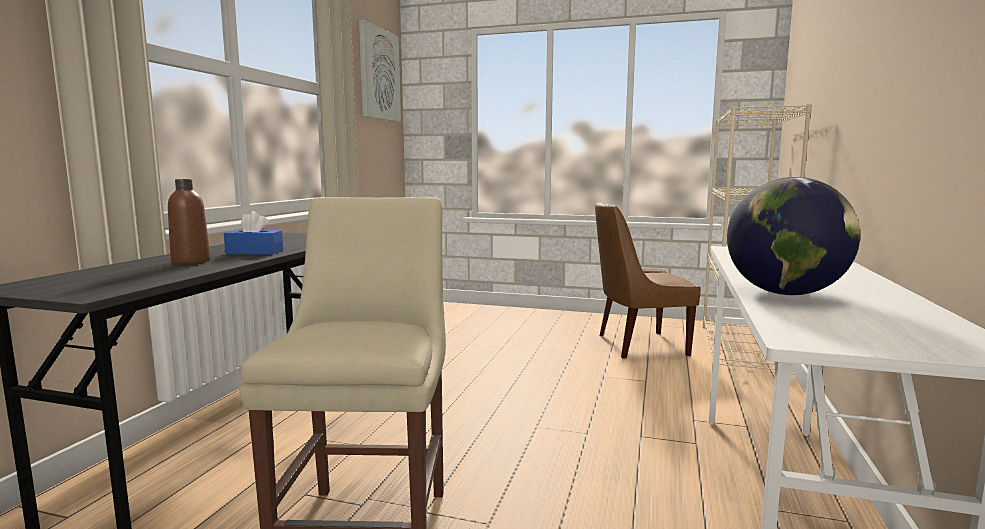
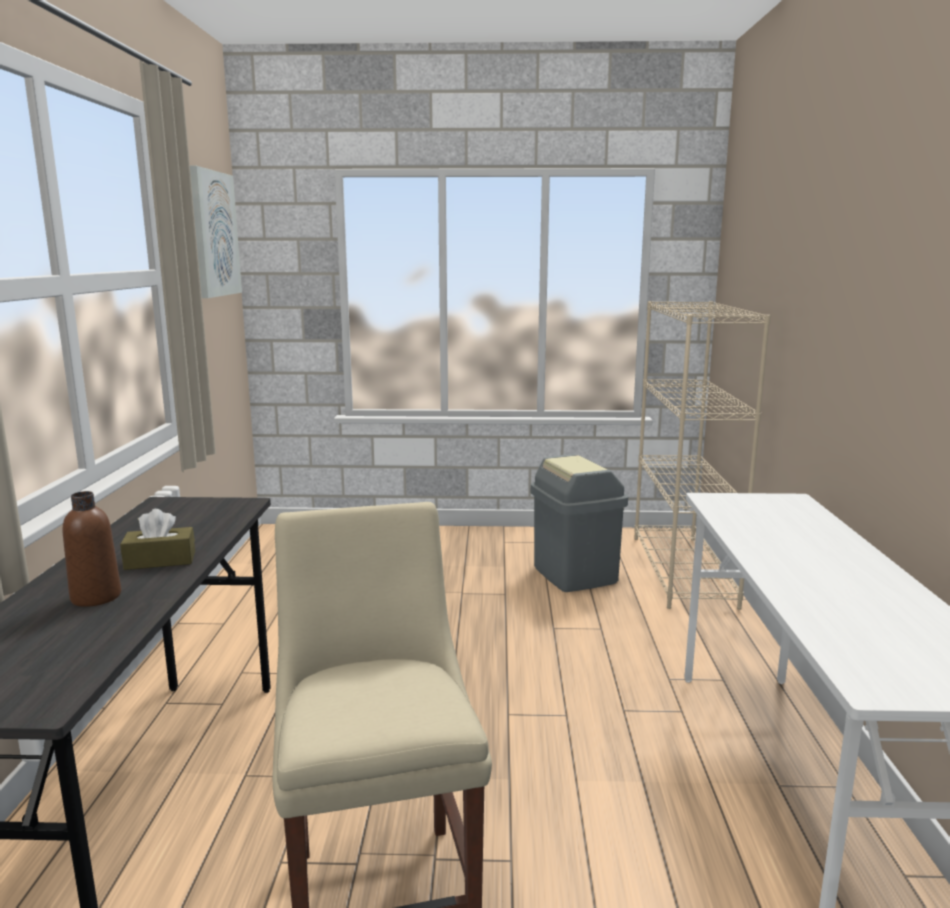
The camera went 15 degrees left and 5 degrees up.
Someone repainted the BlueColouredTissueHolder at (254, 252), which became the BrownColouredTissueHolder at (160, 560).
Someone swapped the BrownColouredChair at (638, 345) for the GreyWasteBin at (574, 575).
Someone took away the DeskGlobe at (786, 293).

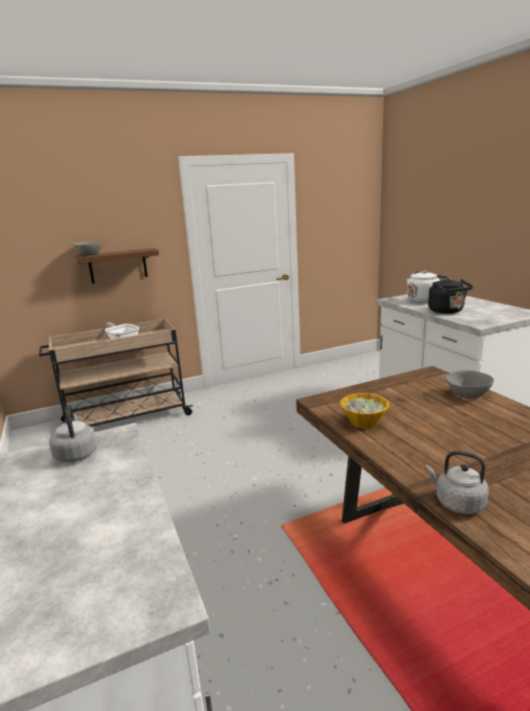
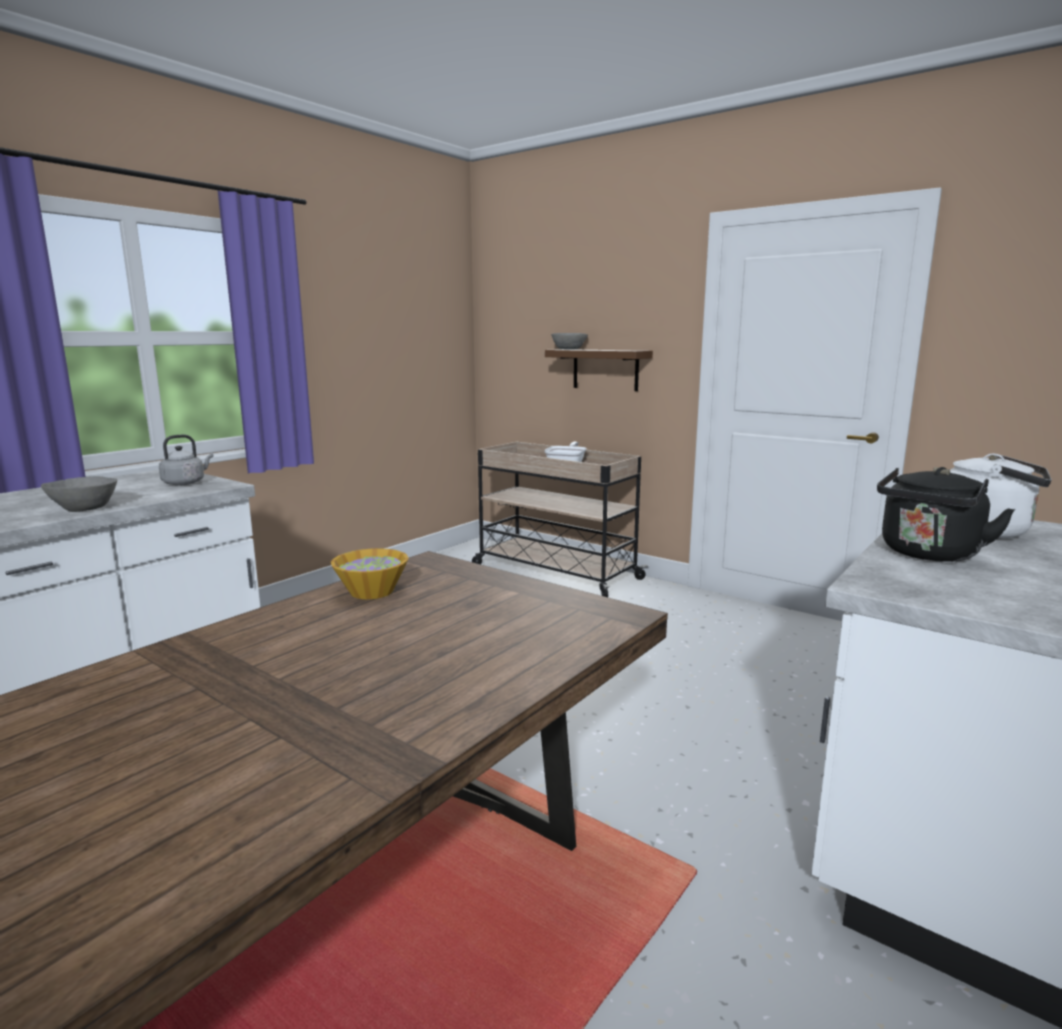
The camera went 60 degrees right and 5 degrees down.
Someone carried the GreyDeepDish from (467, 395) to (85, 508).
Someone took away the GreyWaterKettle at (457, 503).

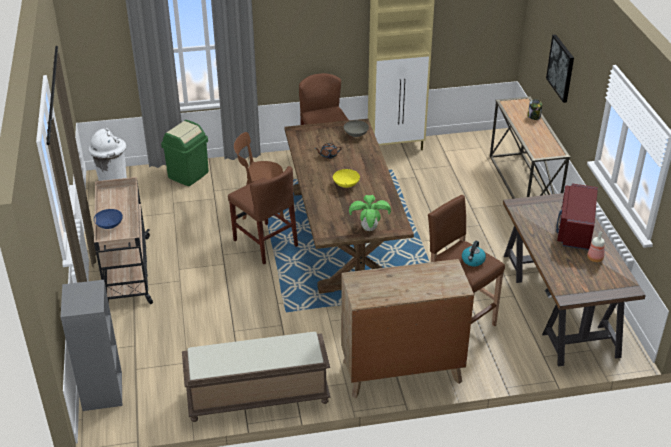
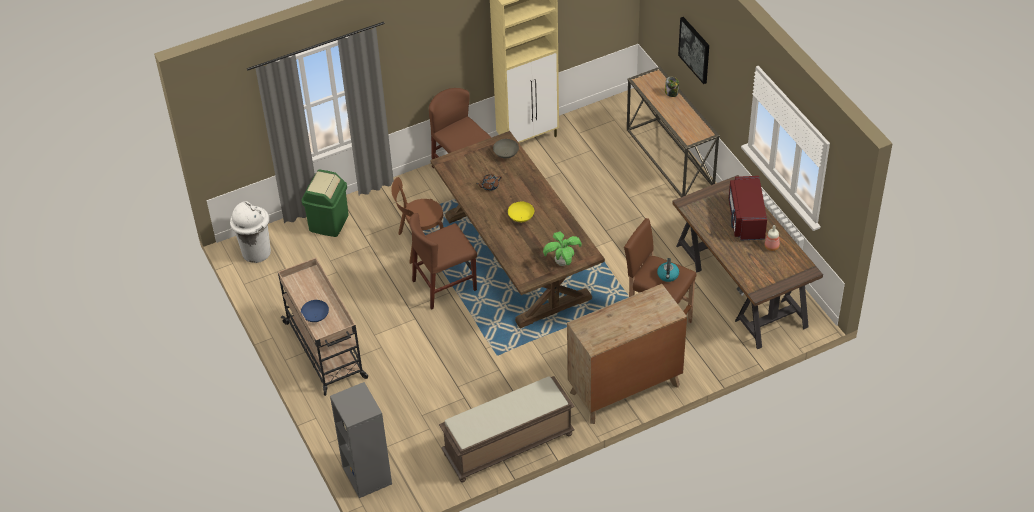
The camera went 15 degrees left and 10 degrees up.
Someone rotated the BrownColouredChair at (265, 243) by 120 degrees clockwise.

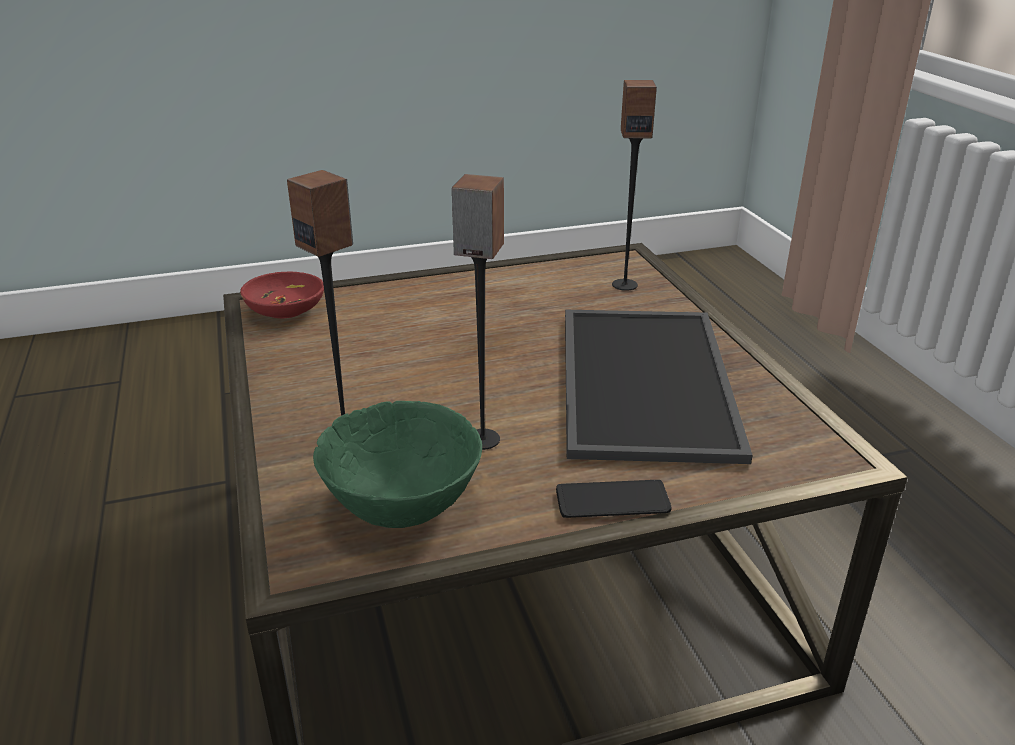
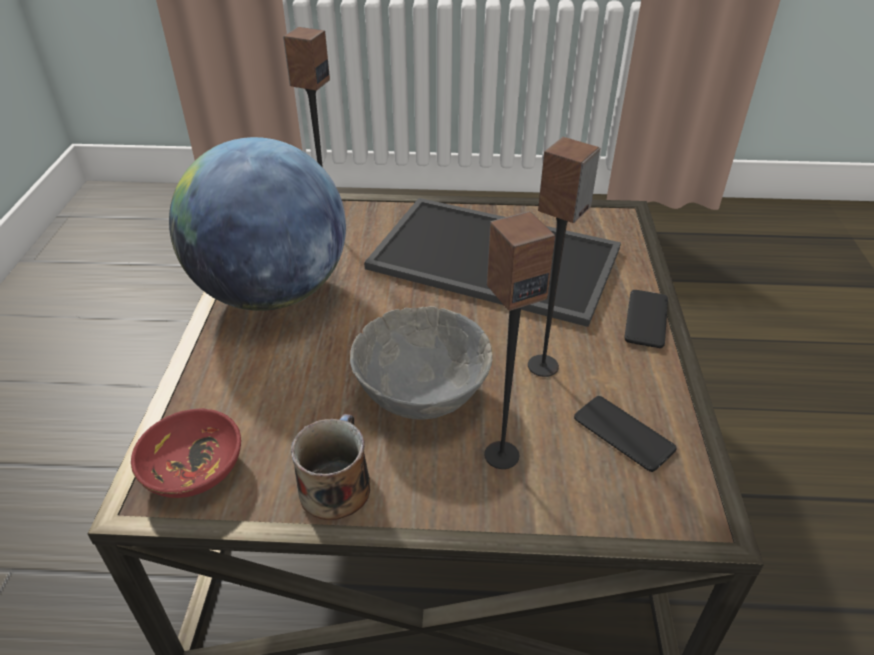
The camera went 70 degrees left and 10 degrees up.
Someone put down the DeskGlobe at (272, 292).
Someone put down the TeaMug at (335, 485).
Someone put down the GreyDeepDish at (423, 395).
Someone swapped the GreenishDeepDish at (403, 504) for the Phone at (623, 433).

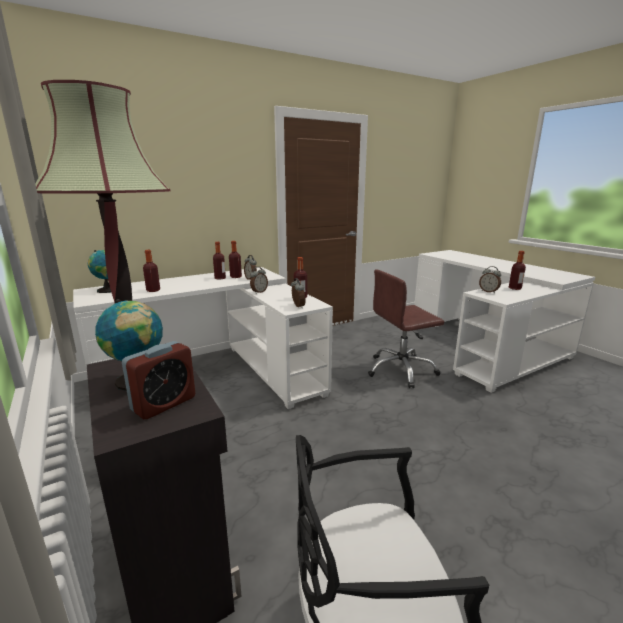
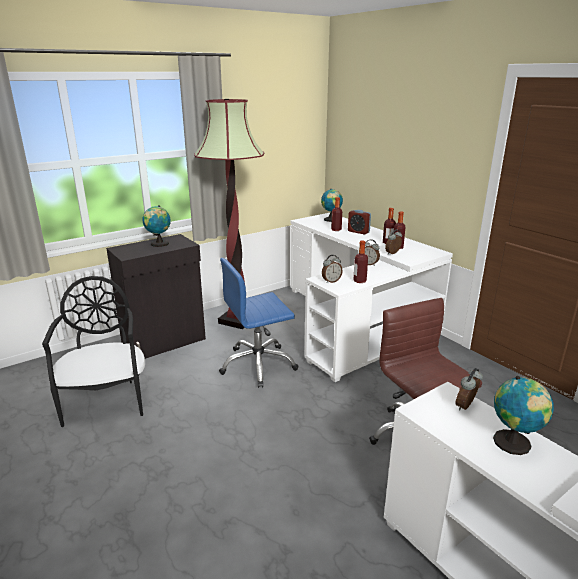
The camera went 85 degrees right and 5 degrees up.
Someone put down the BlueColouredComputerChair at (258, 365).
Someone carried the TableClock from (164, 404) to (358, 232).
Someone swapped the DrinkBottle at (515, 288) for the DeskGlobe at (514, 444).

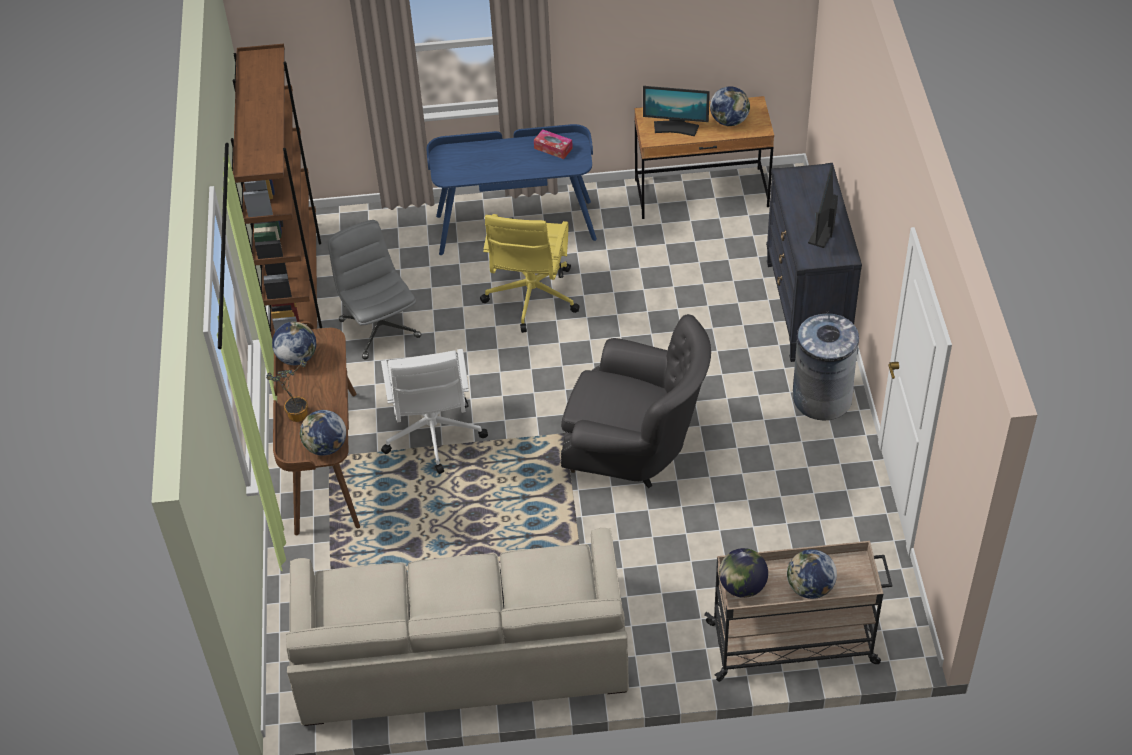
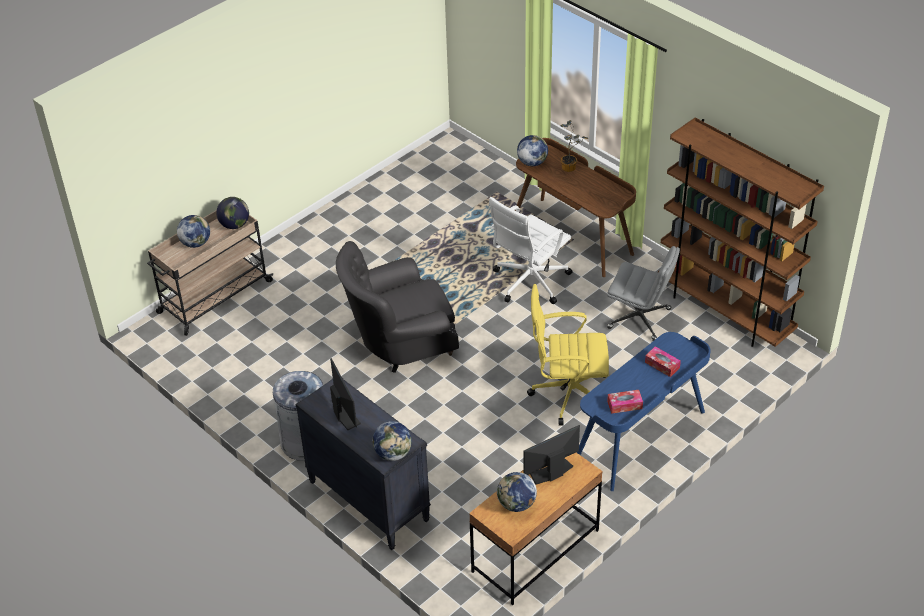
The camera went 140 degrees right and 5 degrees down.
Someone carried the DeskGlobe from (297, 357) to (393, 453).
Someone rotated the WhiteComputerChair at (433, 435) by 90 degrees counterclockwise.
Someone rotated the YellowComputerChair at (531, 298) by 60 degrees counterclockwise.
Someone put down the TissueHolder at (662, 365).
Someone took away the SandColouredCouch at (460, 649).

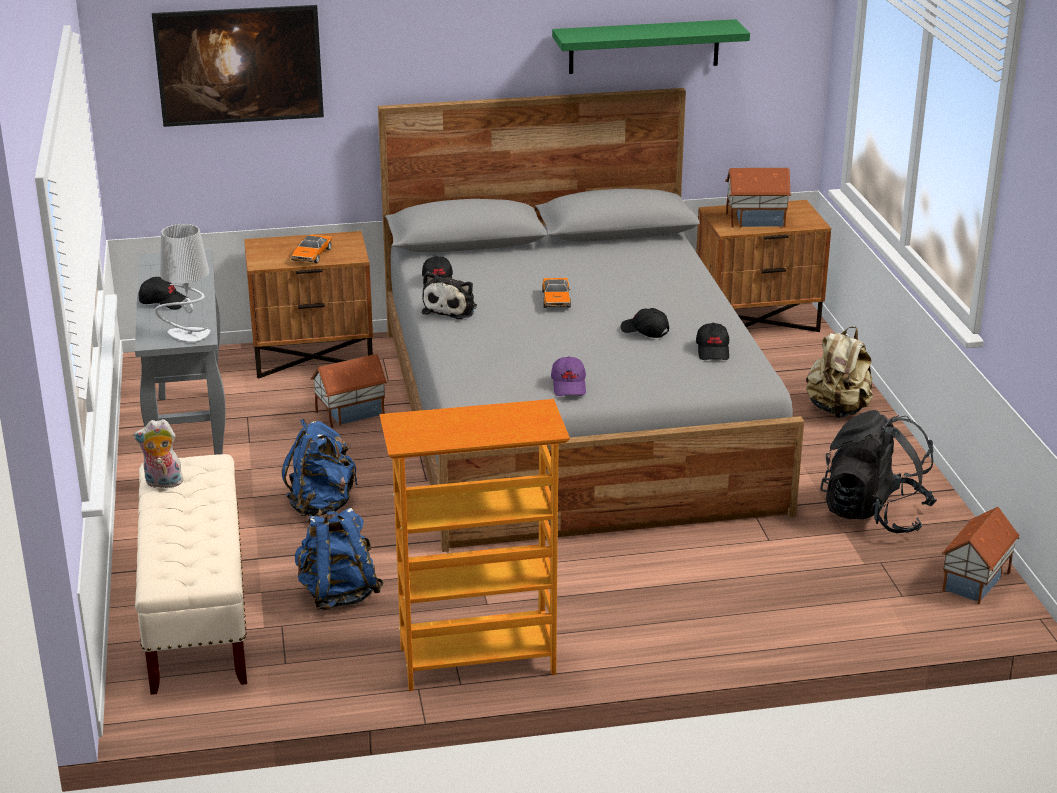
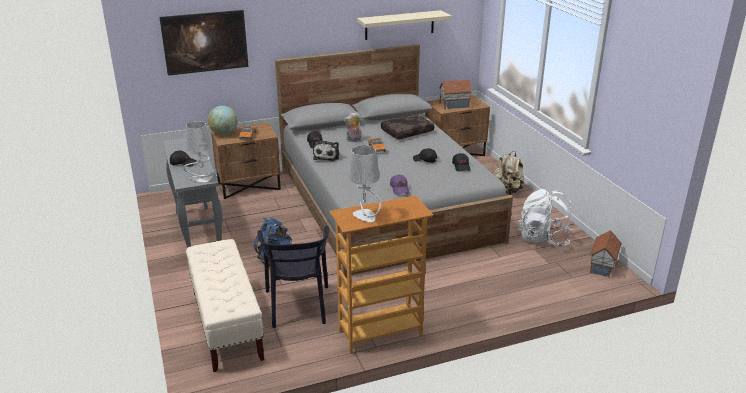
The camera went 10 degrees left and 0 degrees up.
Someone put down the DeskGlobe at (224, 133).
Someone swapped the BlueColouredKnapsack at (338, 594) for the BlackColouredChair at (298, 306).
Someone carried the CuddlyToy from (162, 483) to (353, 140).
Someone put down the GreyLampForATable at (365, 216).
Someone repainted the GreenishBracketShelf at (644, 46), which became the SandColouredBracketShelf at (399, 25).
Someone put down the BrownColouredCushion at (407, 132).
Someone repainted the BlackColouredKnapsack at (874, 514), which became the WhiteKnapsack at (543, 239).
Someone took away the ModelHouse at (349, 413).

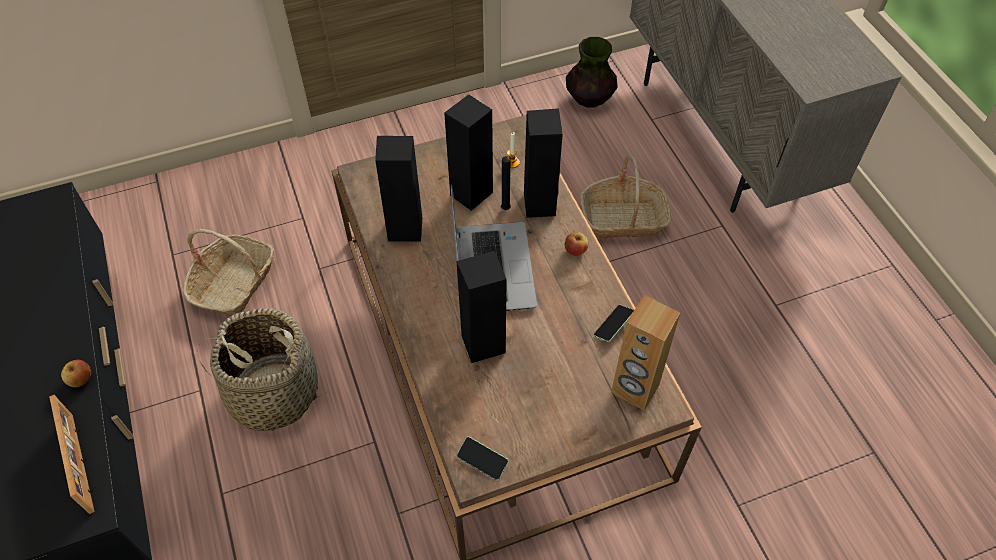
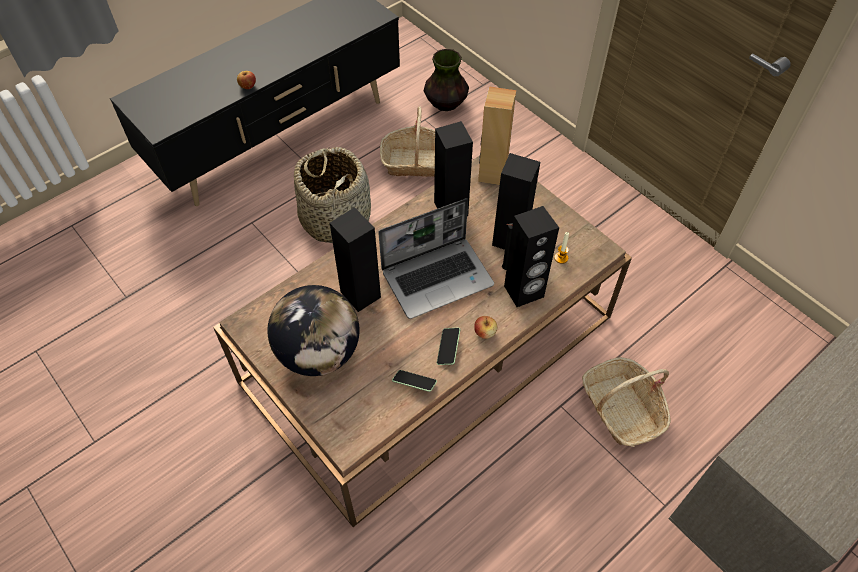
The camera went 70 degrees right and 0 degrees up.
Someone put down the DeskGlobe at (319, 353).
Someone carried the FlowerVase from (589, 99) to (445, 103).
Someone carried the Phone from (482, 461) to (448, 349).
Someone carried the BrownColouredLoudspeaker from (634, 389) to (492, 173).
Someone took away the StandingFrame at (82, 462).

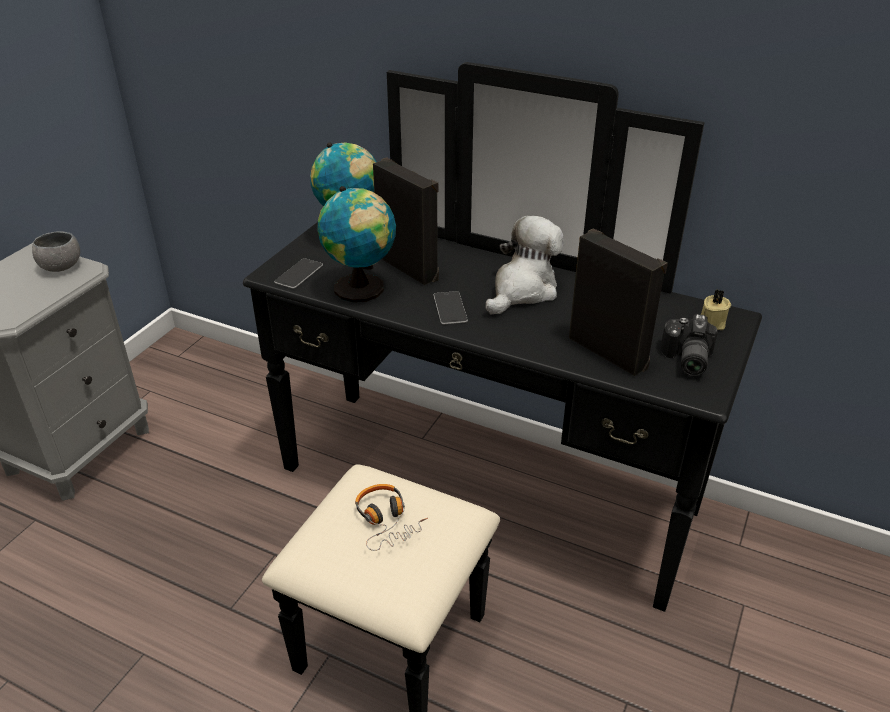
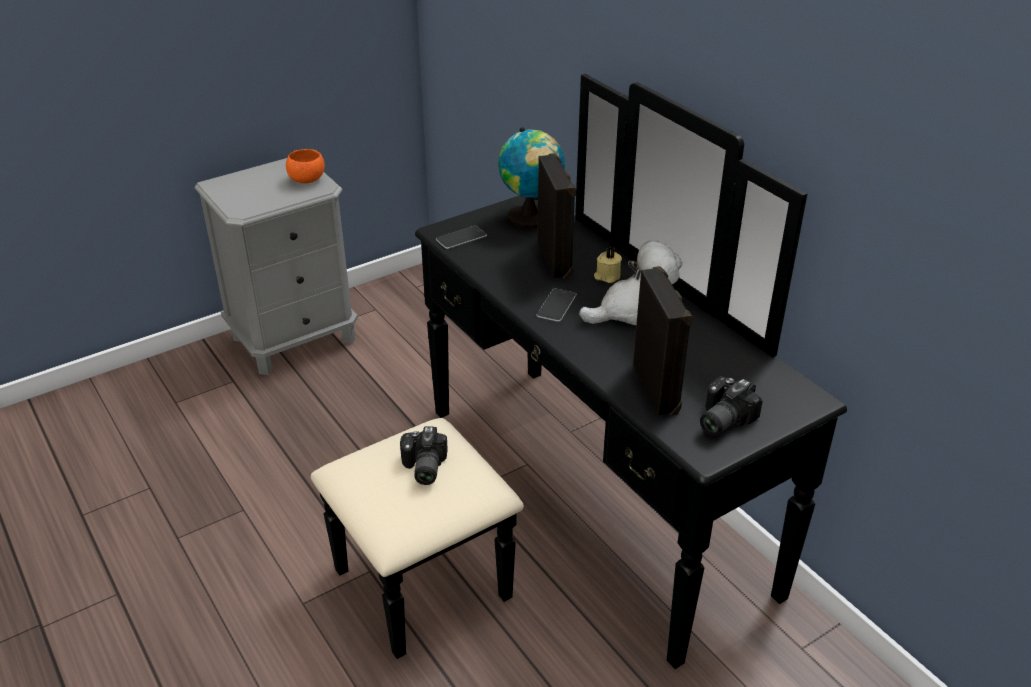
The camera went 30 degrees right and 0 degrees up.
Someone repainted the GreyDeepDish at (61, 267), which became the OrangeDeepDish at (307, 179).
Someone swapped the Headphones at (386, 521) for the PhotoCamera at (422, 468).
Someone carried the SandColouredWaxLight from (710, 323) to (607, 276).
Someone took away the DeskGlobe at (362, 289).

